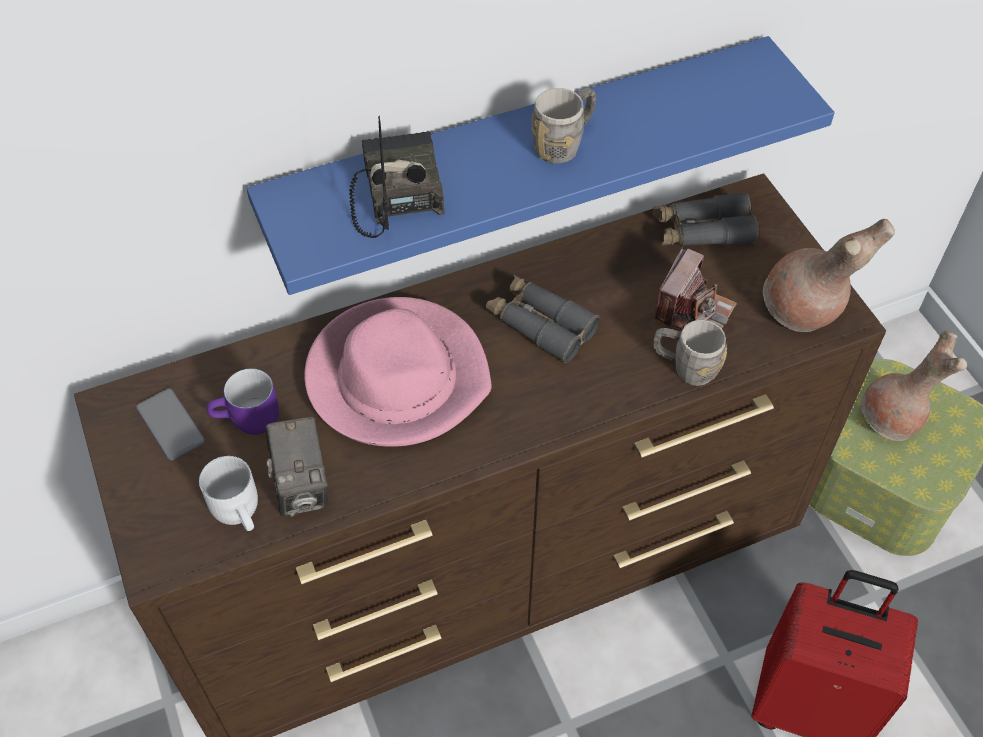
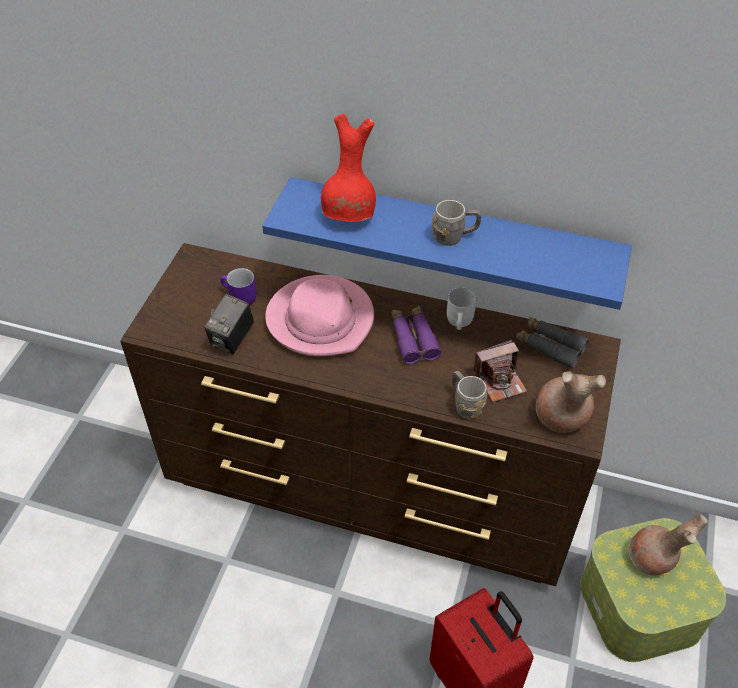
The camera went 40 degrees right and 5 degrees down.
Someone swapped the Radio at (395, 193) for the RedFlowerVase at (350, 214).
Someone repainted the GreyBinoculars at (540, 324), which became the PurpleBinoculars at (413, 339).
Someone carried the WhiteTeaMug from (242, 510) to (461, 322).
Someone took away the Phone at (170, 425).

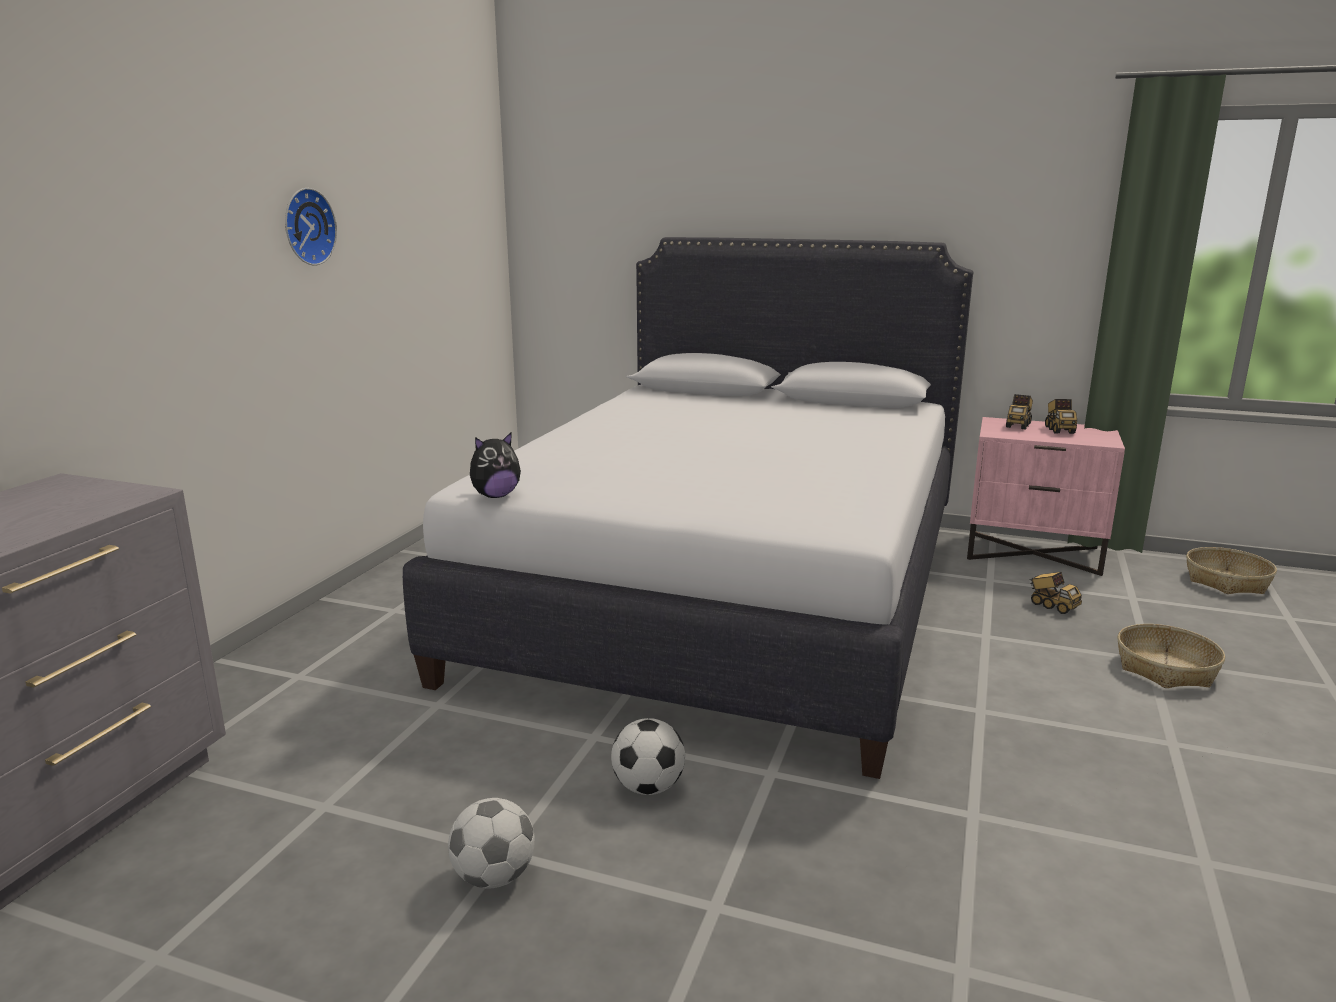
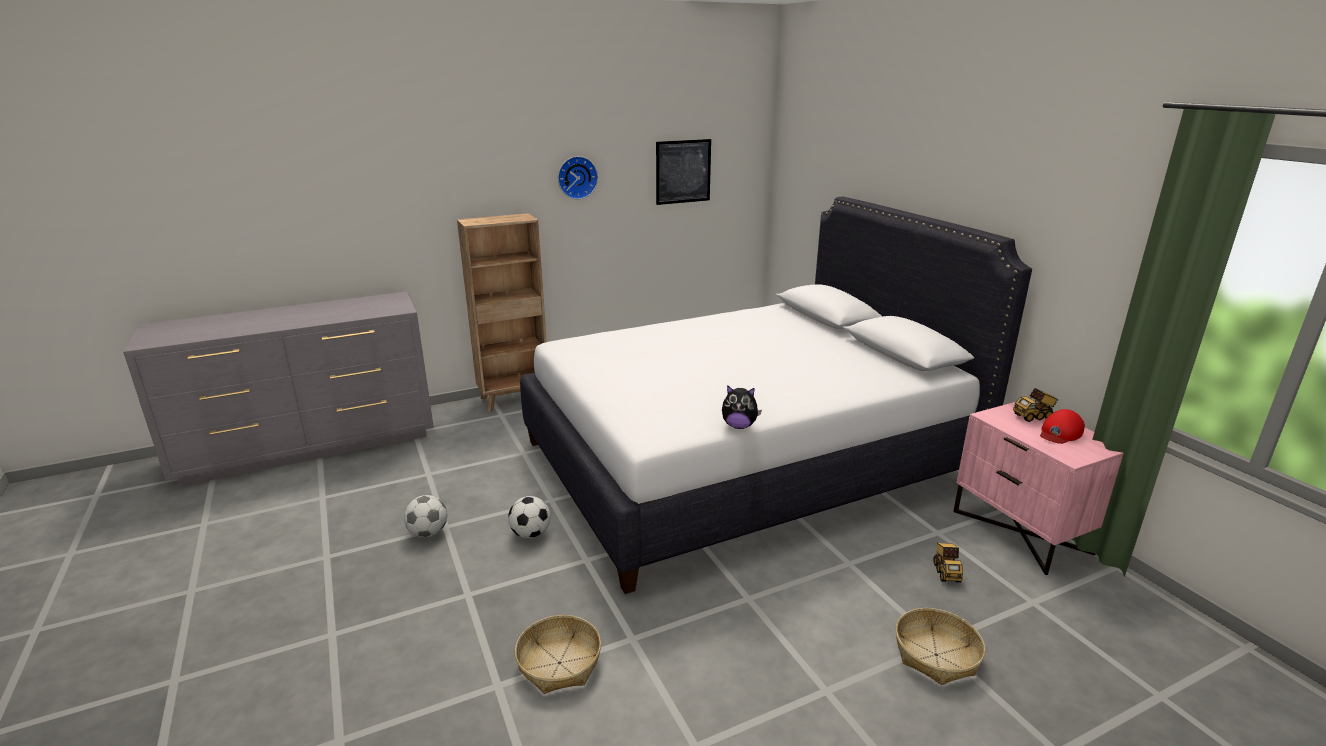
The camera went 45 degrees right and 5 degrees up.
Someone put down the BrownColouredBookshelf at (514, 399).
Someone carried the Basket from (1226, 581) to (559, 663).
Someone put up the WallPicture at (683, 171).
Someone carried the CuddlyToy from (495, 496) to (739, 426).
Someone swapped the ToyLorry at (1059, 430) for the RedBaseballCap at (1060, 433).

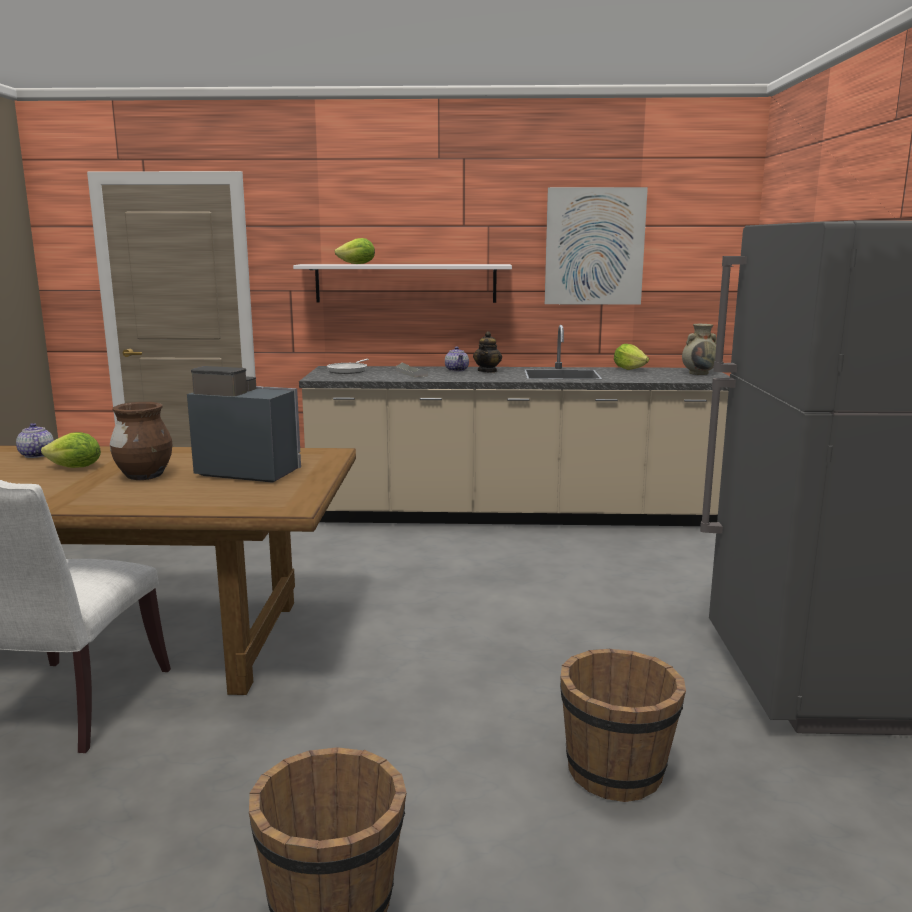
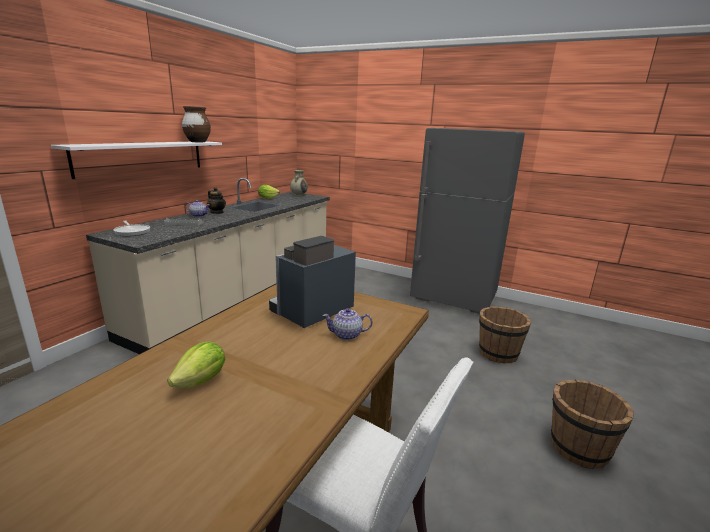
The camera went 65 degrees left and 5 degrees up.
Someone carried the BrownColouredFlowerVase from (144, 476) to (197, 142).
Someone carried the PotForTea from (36, 455) to (347, 335).
Someone took away the Lettuce at (357, 264).
Someone took away the WallPicture at (594, 246).

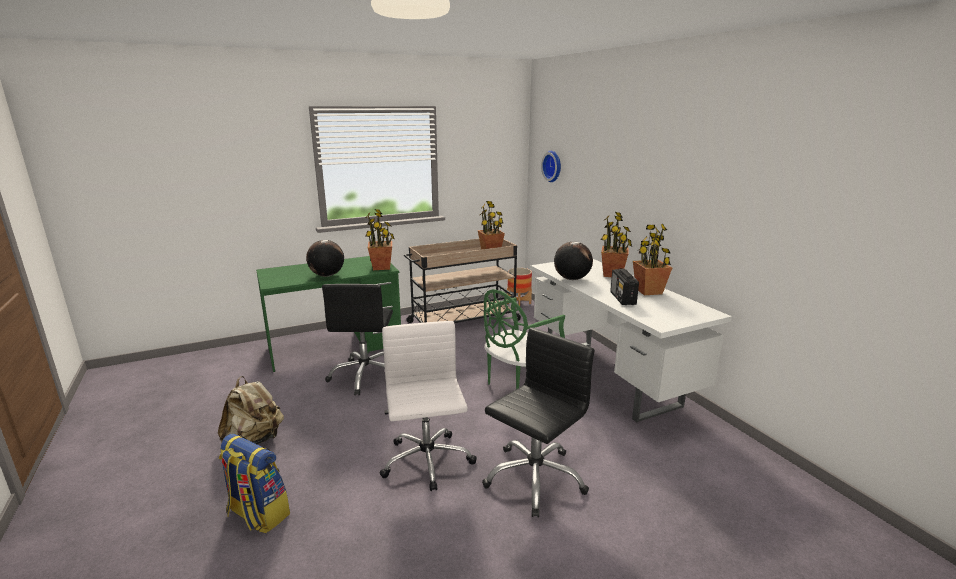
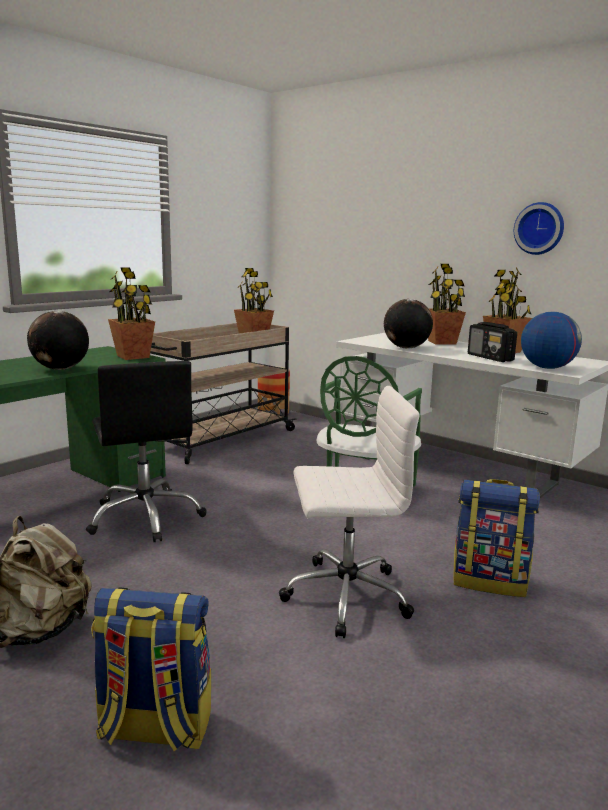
The camera went 25 degrees left and 5 degrees down.
Someone rotated the WhiteComputerChair at (427, 462) by 120 degrees clockwise.
Someone swapped the BlackColouredComputerChair at (534, 478) for the Knapsack at (490, 581).
Someone carried the HangingClock from (553, 166) to (540, 228).
Someone put down the DeskGlobe at (547, 368).

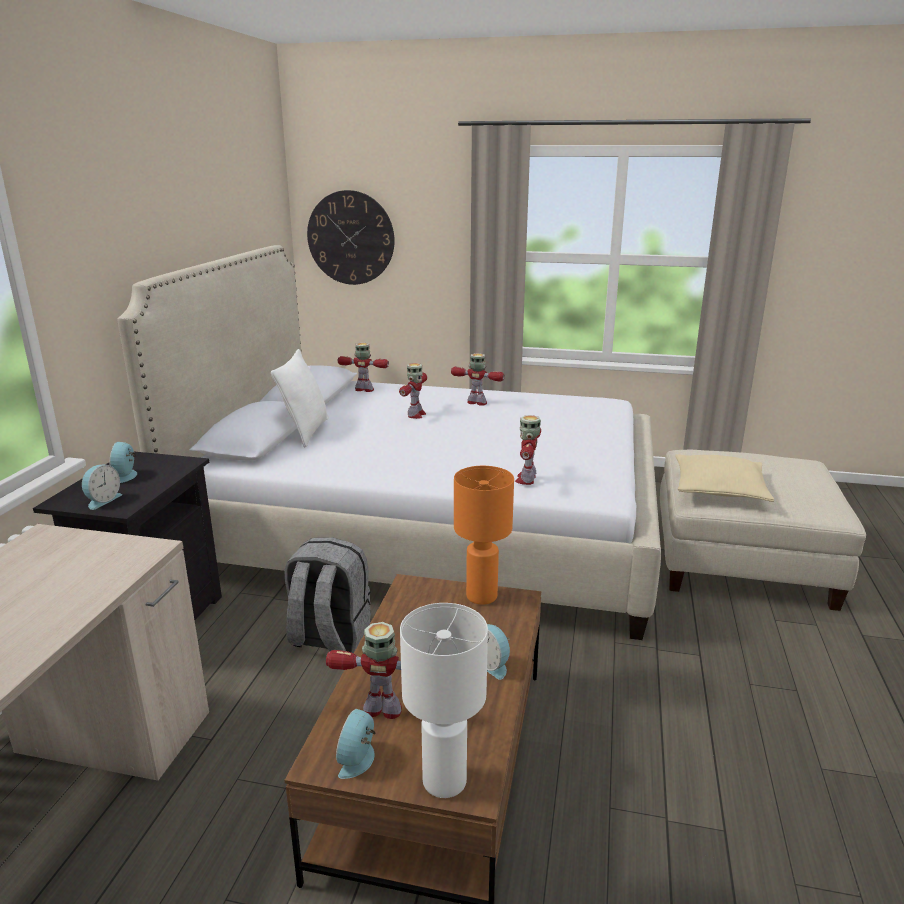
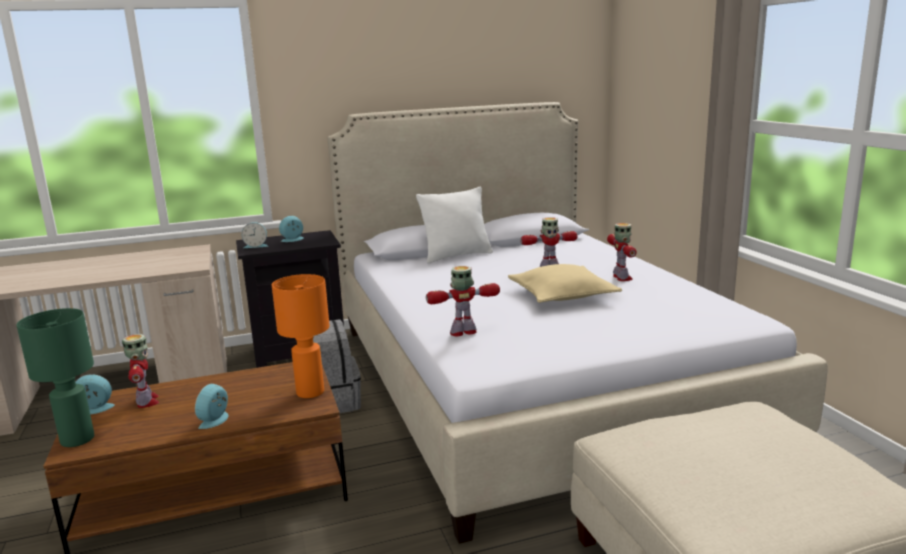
The camera went 60 degrees right and 5 degrees down.
Someone repainted the WhiteLampForATable at (445, 781), which became the GreenishLampForATable at (78, 440).
Someone carried the SandColouredCushion from (719, 489) to (562, 296).
Someone took away the HangingClock at (350, 238).
Someone took away the RobotFigure at (365, 390).

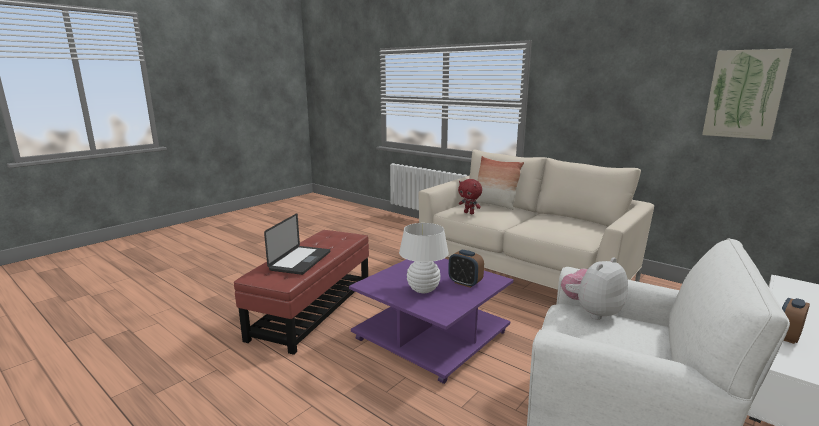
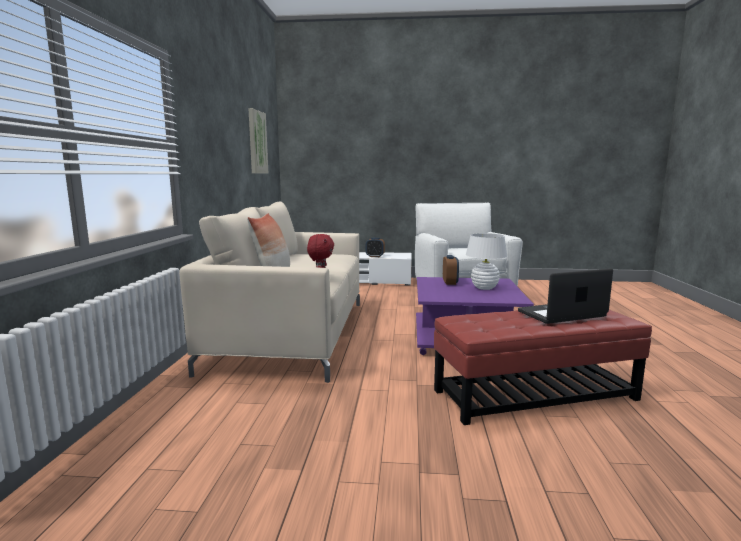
The camera went 125 degrees left and 5 degrees down.
Someone took away the CuddlyToy at (592, 312).

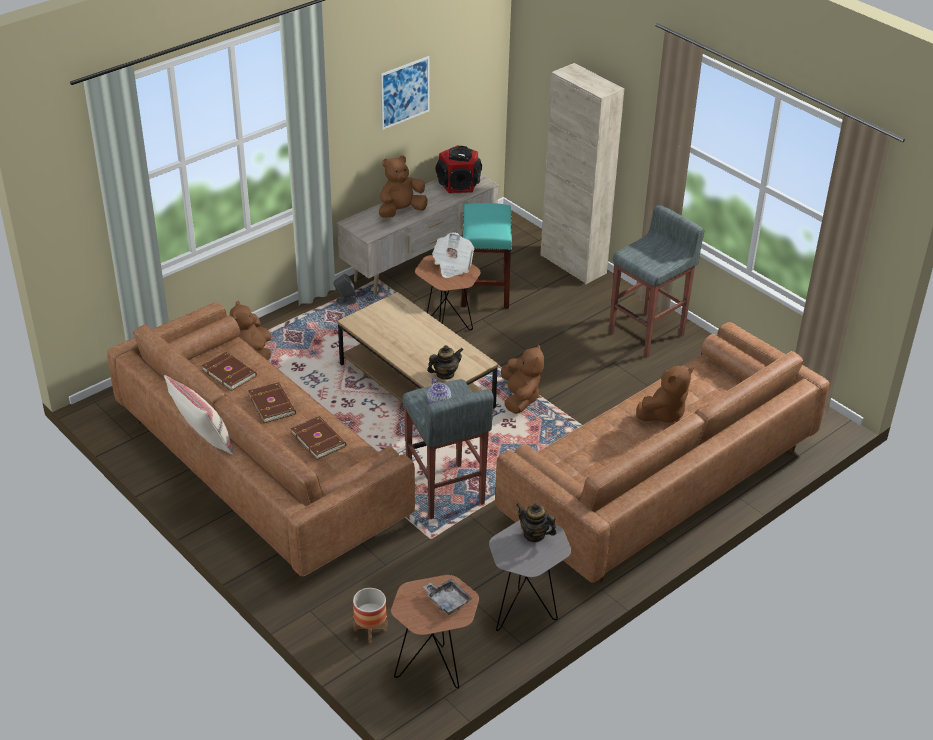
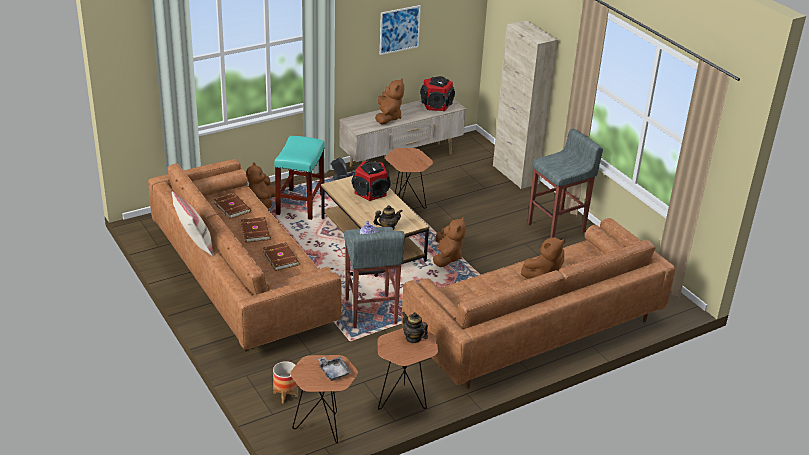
The camera went 10 degrees right and 5 degrees down.
Someone carried the TurquoiseStoolSeat from (484, 289) to (300, 204).
Someone put down the Loudspeaker at (371, 192).
Someone rotated the BrownColouredCuddlyToy at (401, 211) by 120 degrees clockwise.
Someone repainted the GreyEndTable at (525, 612), which became the BrownColouredEndTable at (404, 400).
Someone took away the PrintedPaper at (452, 265).

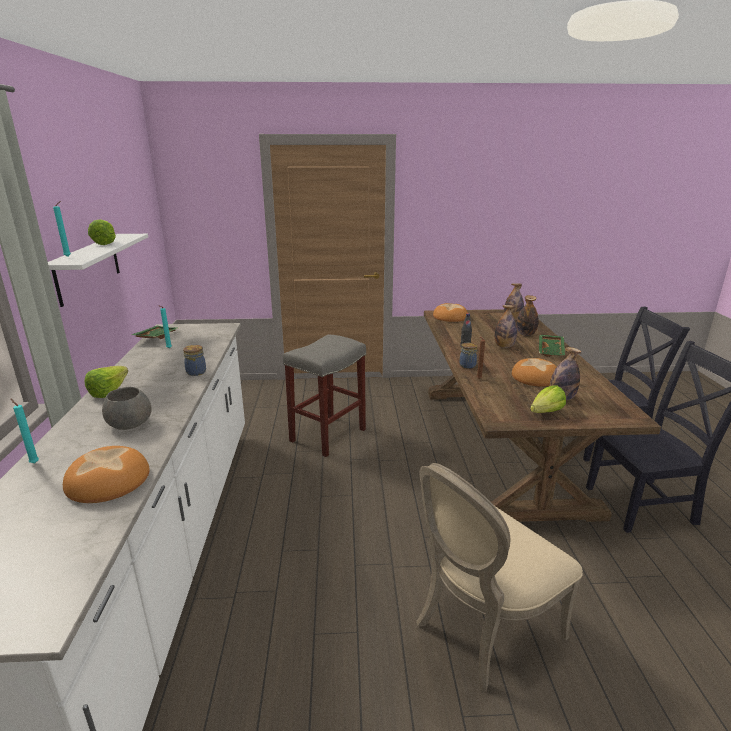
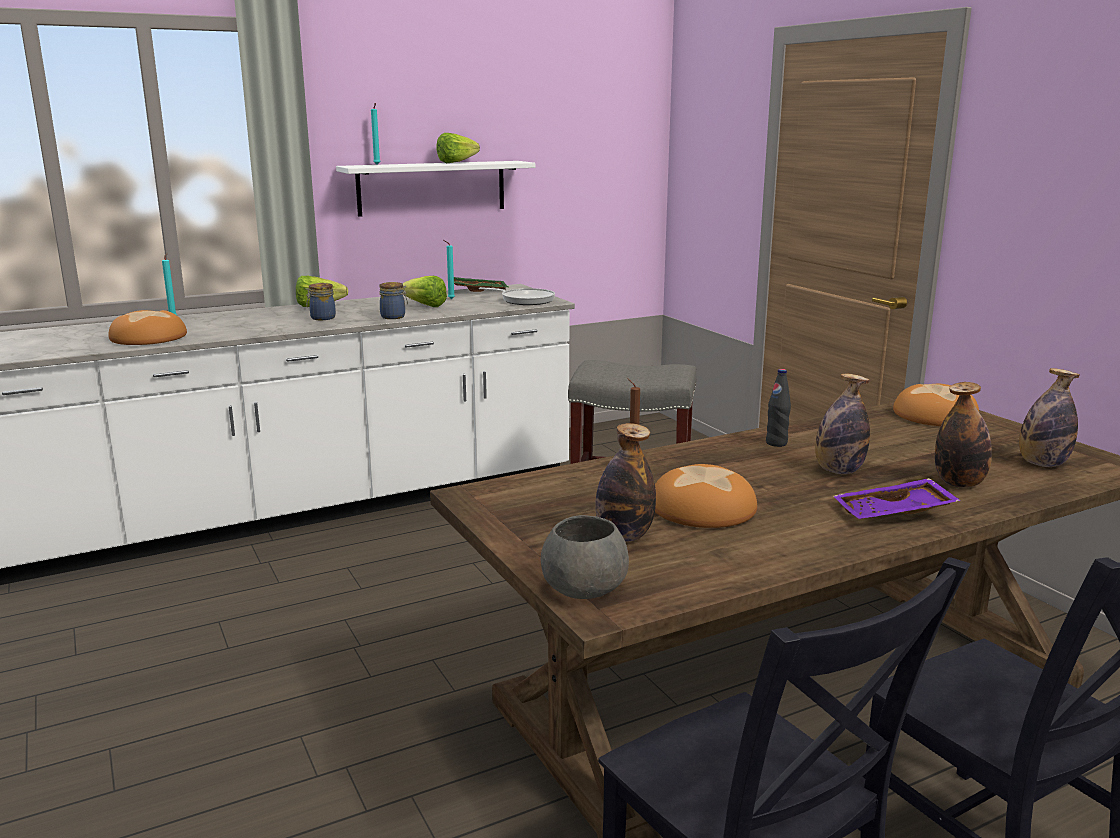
The camera went 65 degrees right and 5 degrees down.
Someone carried the StorageJar from (467, 366) to (321, 318).
Someone carried the Lettuce from (543, 413) to (422, 305).
Someone put down the Pan at (525, 300).
Someone carried the GreyDeepDish from (130, 424) to (583, 588).
Someone repainted the GreenishTray at (551, 350), which became the PurpleTray at (894, 514).
Someone took away the SandColouredChair at (482, 629).

